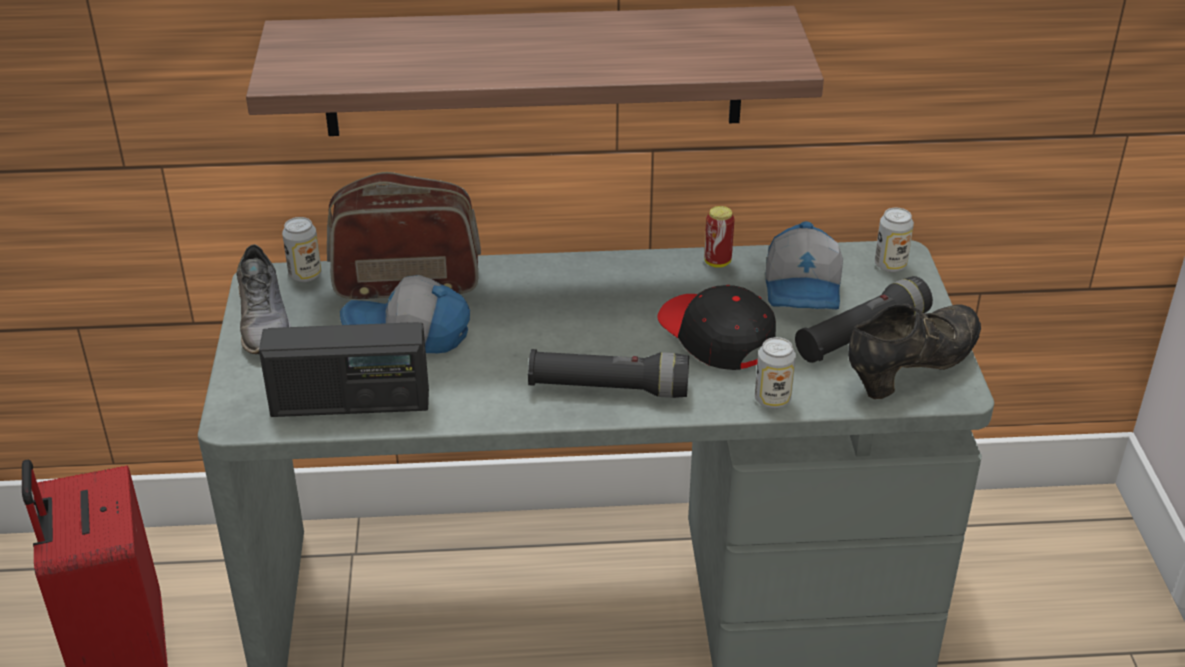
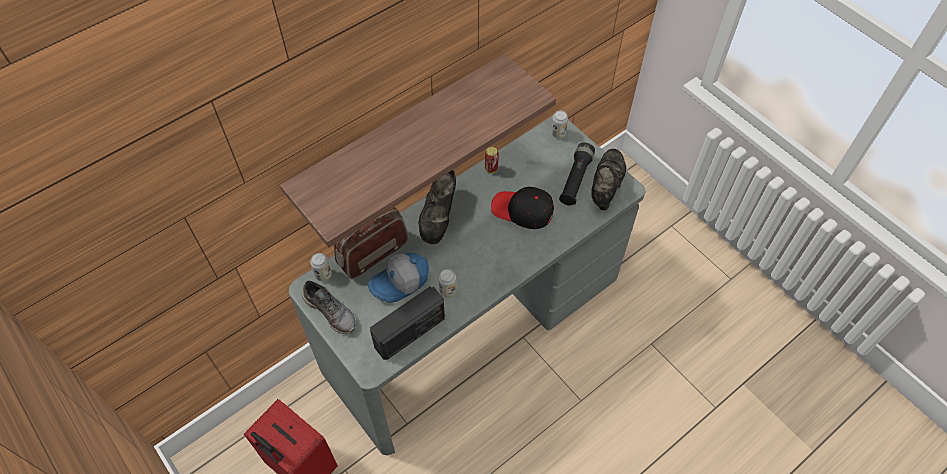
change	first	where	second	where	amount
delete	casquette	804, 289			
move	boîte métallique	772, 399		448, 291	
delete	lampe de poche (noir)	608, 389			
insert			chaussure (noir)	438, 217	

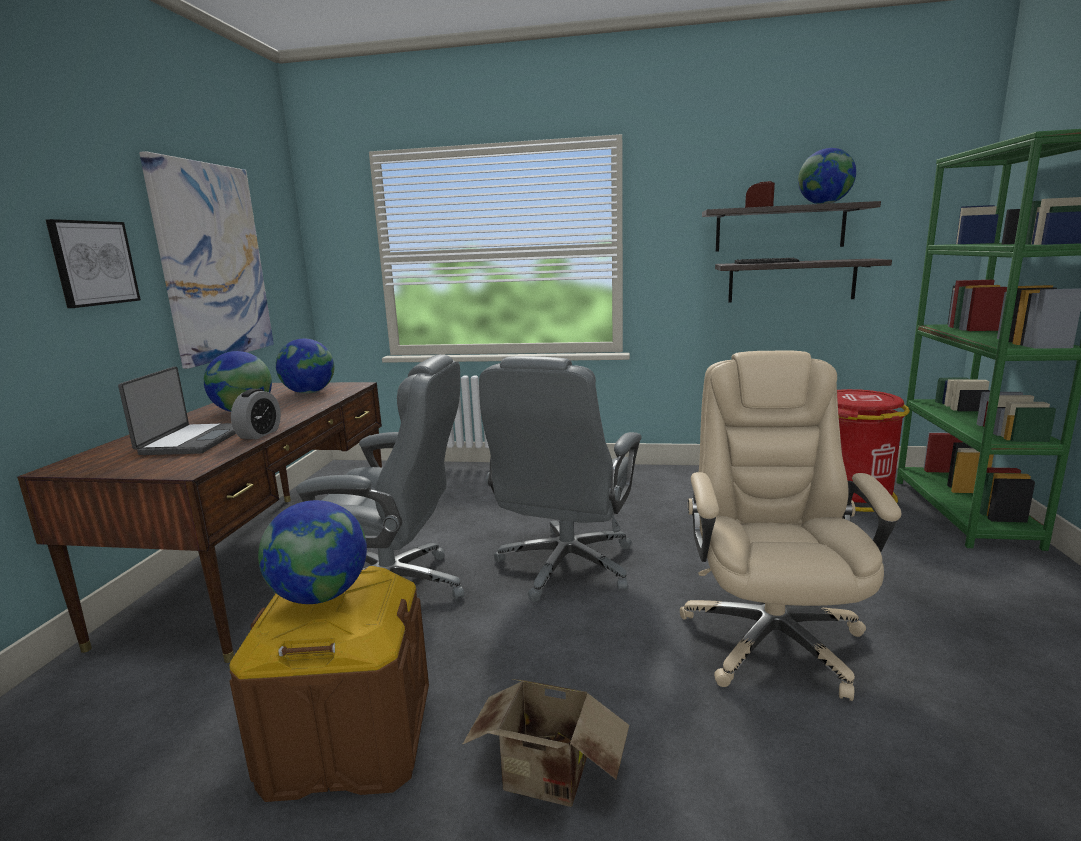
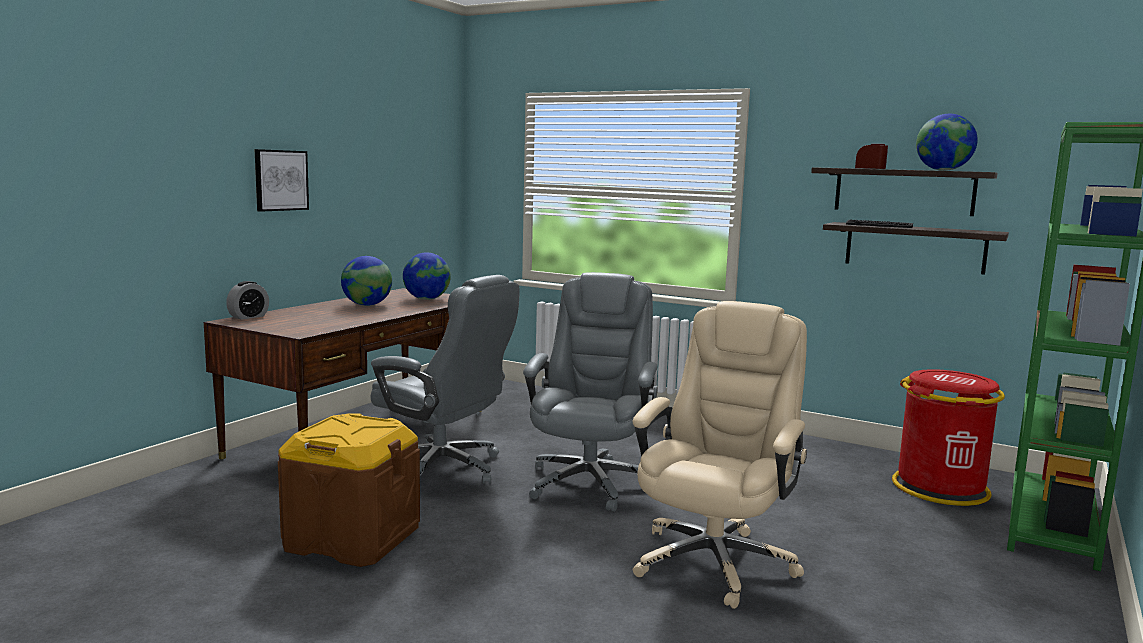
change	first	where	second	where	amount
delete	tableau	213, 262			
rotate	chaise de bureau (gris)	565, 567		590, 482	150 degrees clockwise
delete	ordinateur portable	192, 441			
move	réveil	259, 434		248, 317	
delete	globe	320, 596			
delete	carton	547, 779			

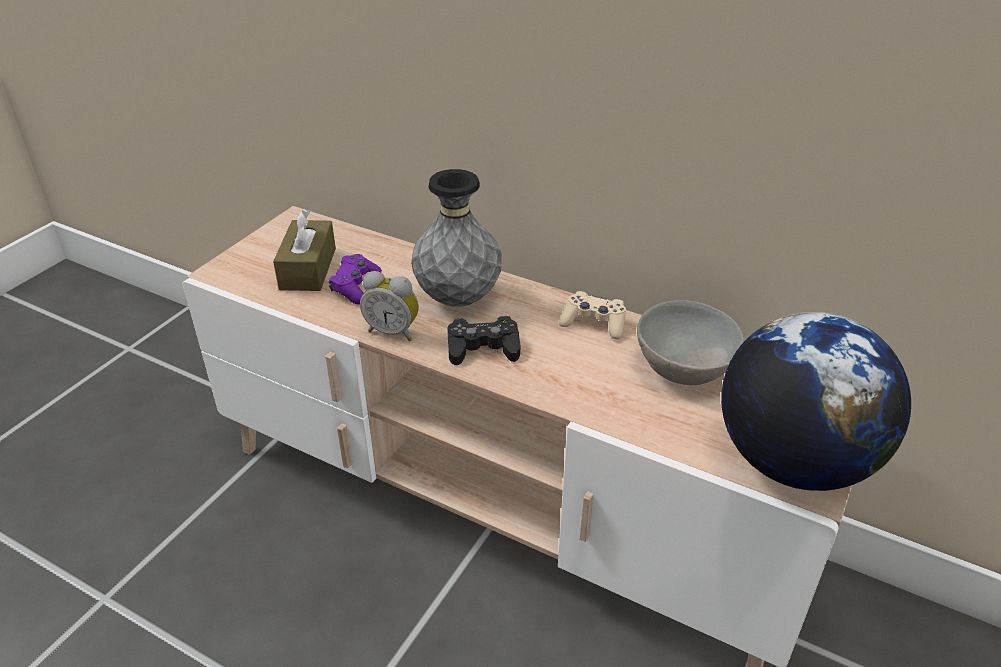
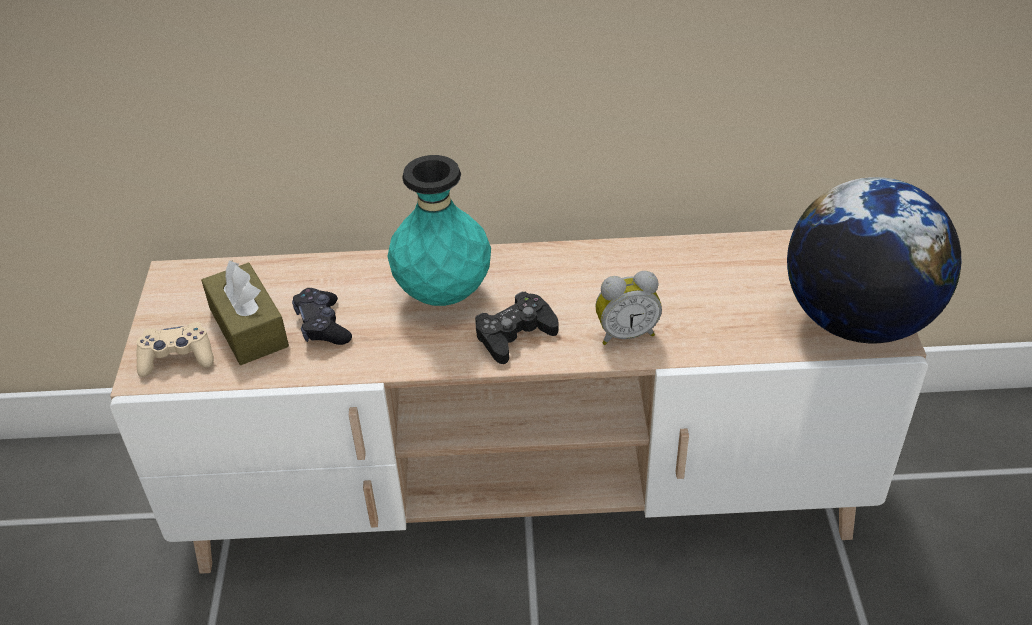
change	first	where	second	where	amount
recolor	vase (gris)	458, 299	vase (turquoise)	443, 295	
recolor	manette (violet)	355, 286	manette (noir)	322, 326	
move	réveil	393, 331		625, 333	
move	manette (beige)	593, 323		177, 358	
delete	bol (gris)	685, 369			

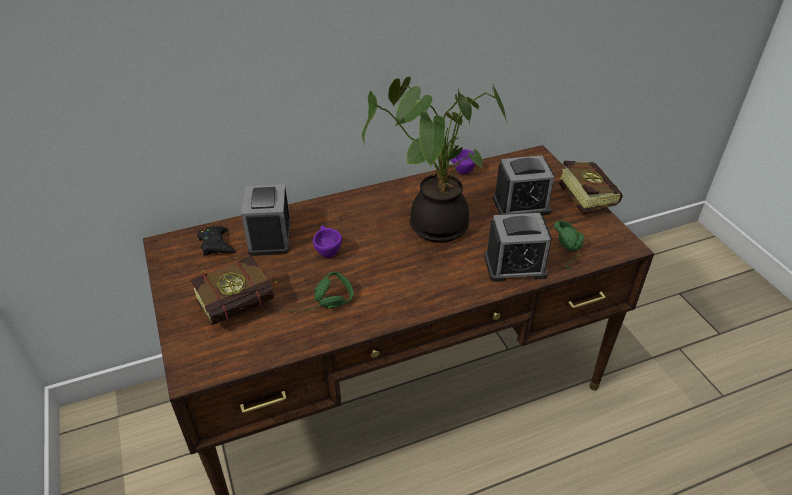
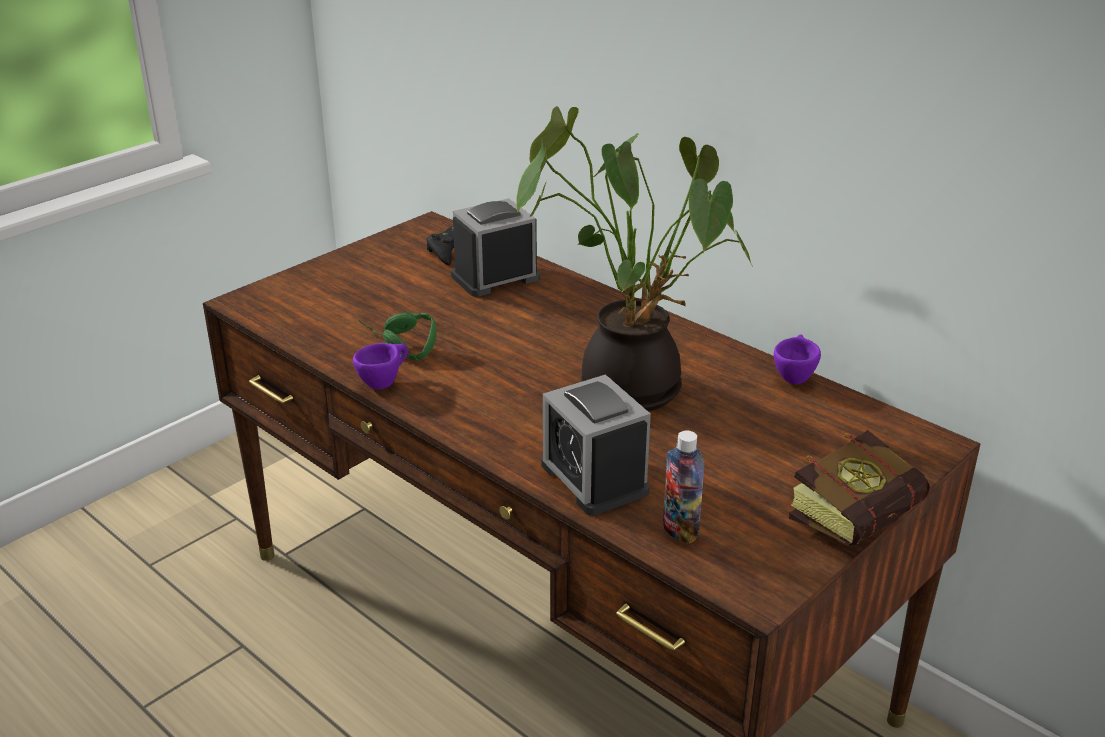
change	first	where	second	where	amount
delete	réveil	521, 205			
replace	casque audio (vert)	571, 252	bouteille	680, 531	
move	tasse (violet)	327, 252		384, 382	
delete	livre	245, 305			

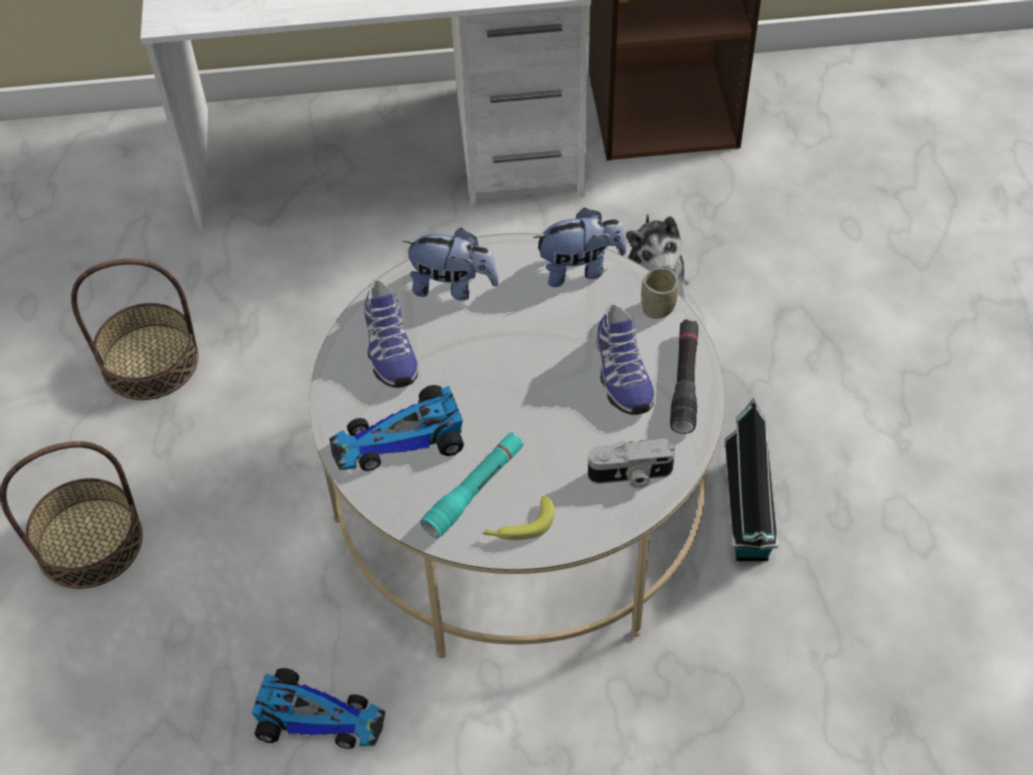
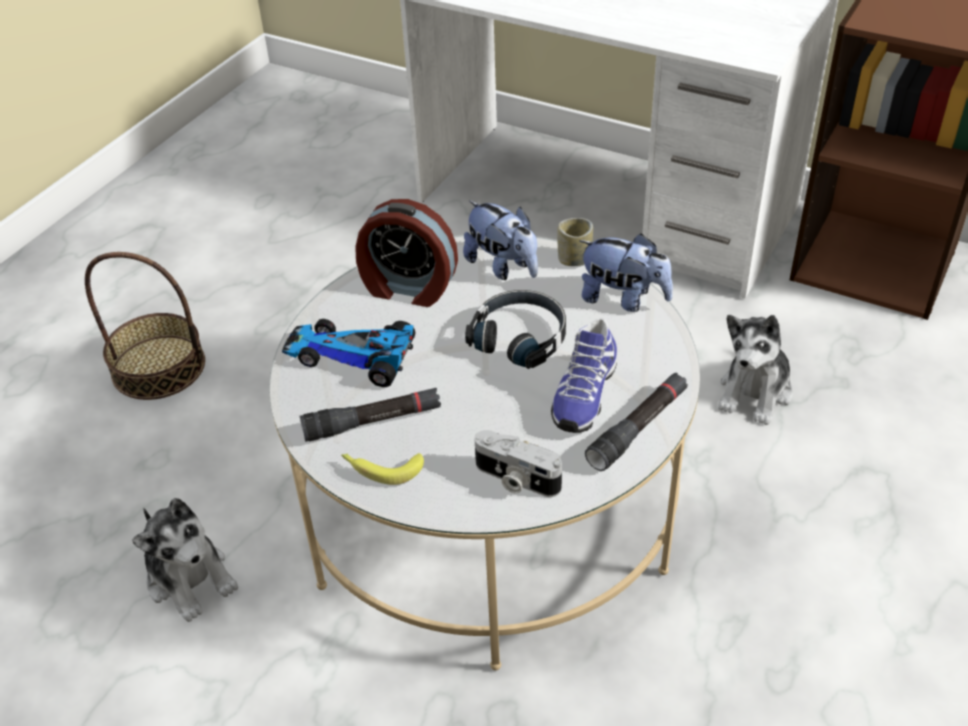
change	first	where	second	where	amount
delete	panier	150, 361			
move	tasse	658, 308		574, 259	
replace	chaussure	388, 349	réveil	408, 288	
delete	maison miniature	747, 514			
recolor	lampe de poche (turquoise)	474, 490	lampe de poche (noir)	372, 422	
replace	petite voiture	317, 717	peluche	190, 578	
insert			casque audio (noir)	520, 337	

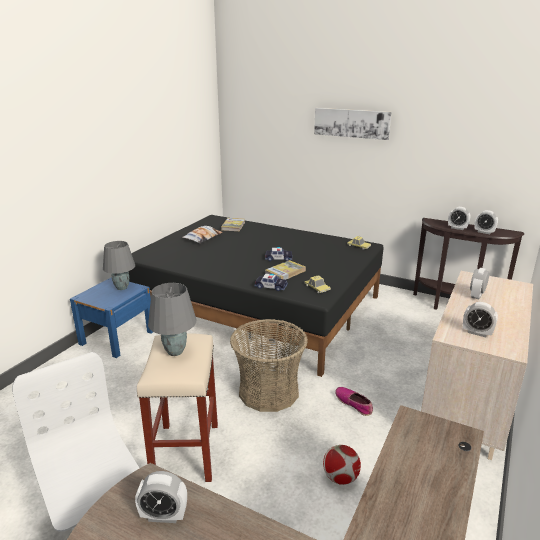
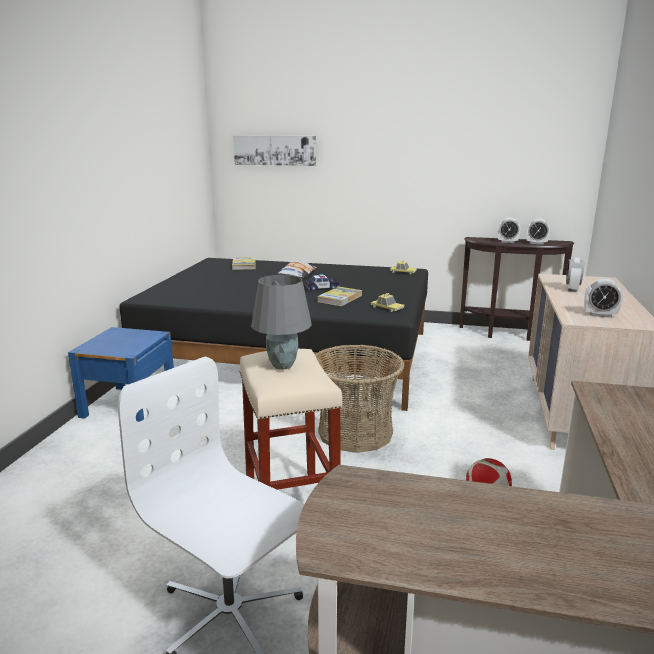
change	first	where	second	where	amount
move	tableau	351, 123		275, 150	
move	coussin	202, 237		297, 274	
delete	lampe de table (gris)	121, 288			
delete	petite voiture	271, 286			
delete	chaussure	353, 404			
delete	réveil	164, 516			

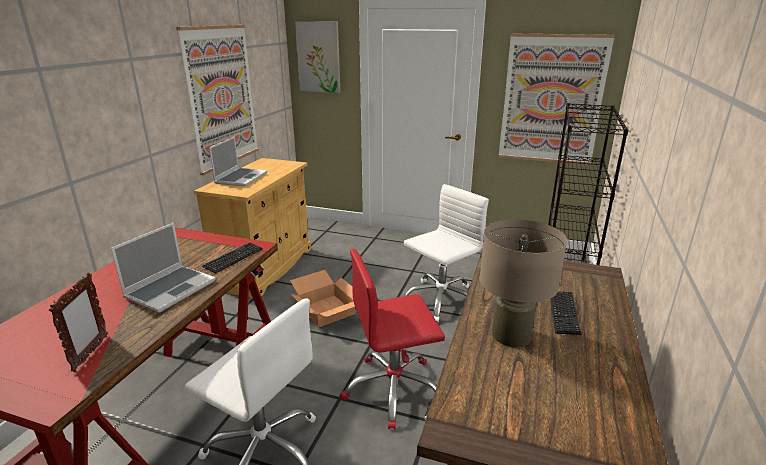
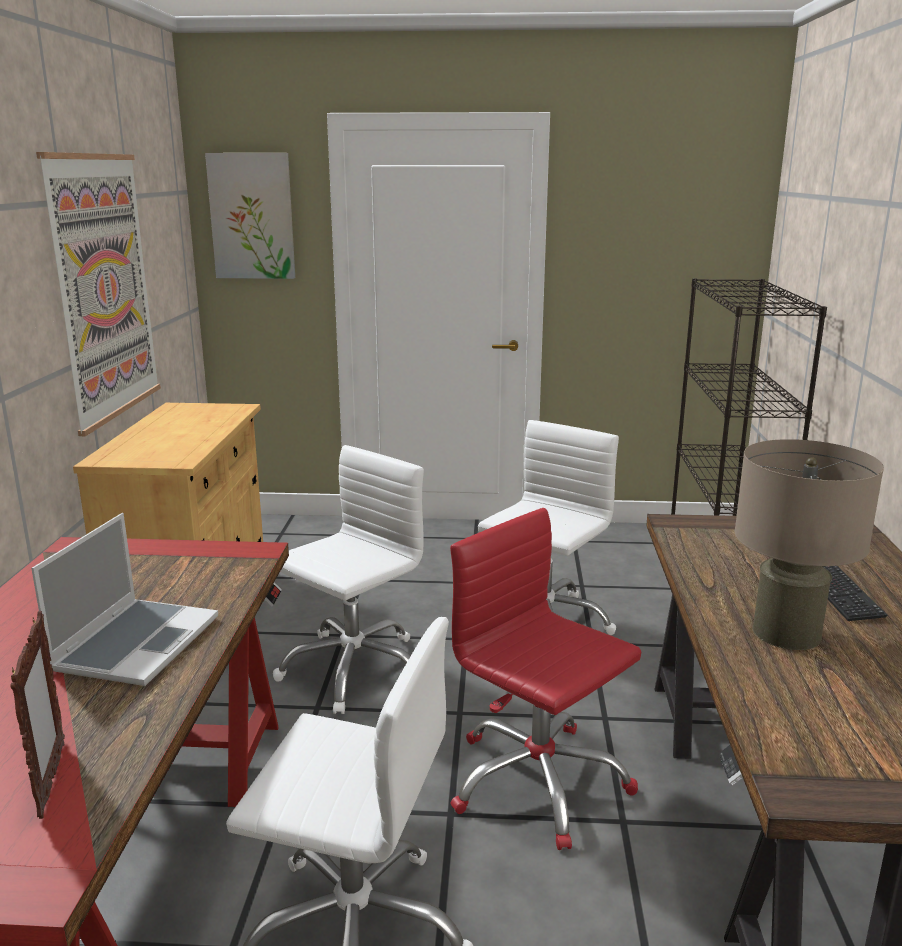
change	first	where	second	where	amount
delete	tableau	551, 100			
delete	ordinateur portable	241, 178			
delete	clavier	233, 258			
rotate	chaise de bureau (rouge)	393, 389		537, 781	75 degrees clockwise
replace	carton	328, 310	chaise de bureau (blanc)	353, 668	

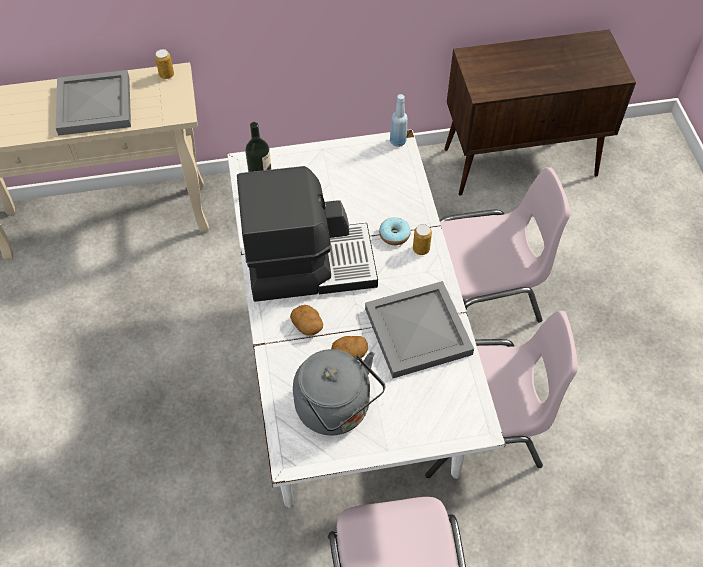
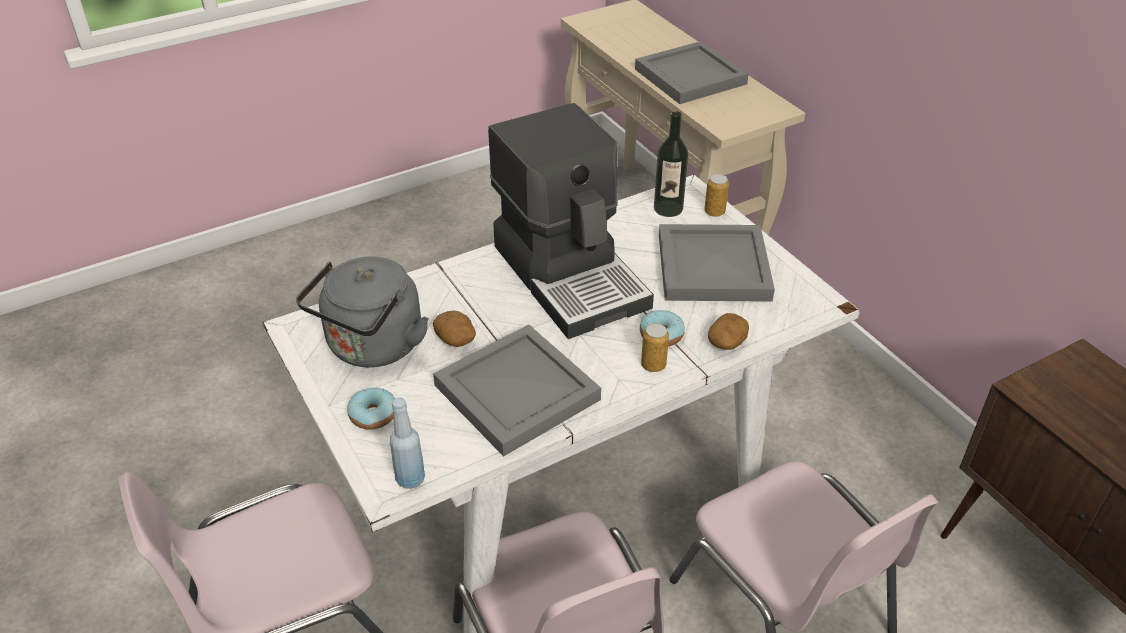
change	first	where	second	where	amount
move	boîte métallique	166, 75		714, 212	
move	bouteille (bleu)	398, 141		410, 479	
move	pomme de terre	307, 325		727, 342	
insert			plateau (gris)	714, 266	
insert			beignet	373, 415	

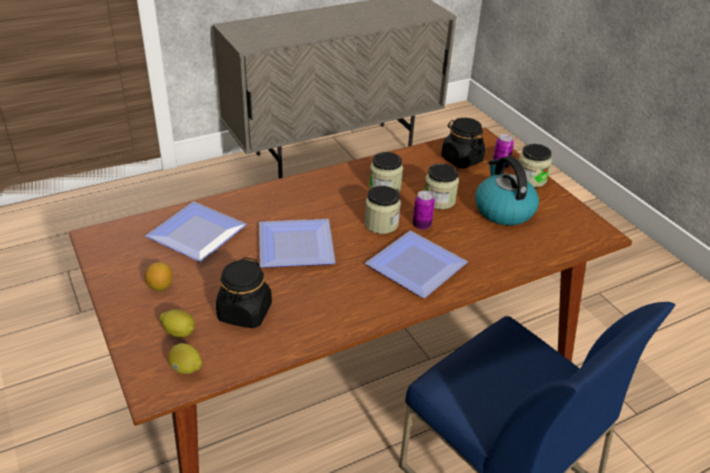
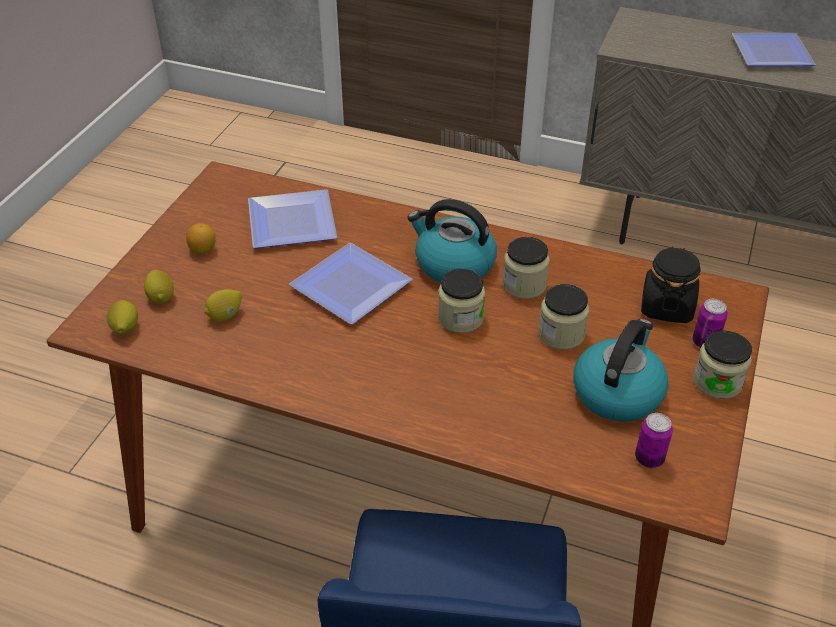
change	first	where	second	where	amount
move	boîte métallique	421, 225		649, 458	
move	assiette	416, 269		769, 54	
replace	bocal (noir)	245, 313	citron	225, 316	
insert			bouilloire	453, 264	

